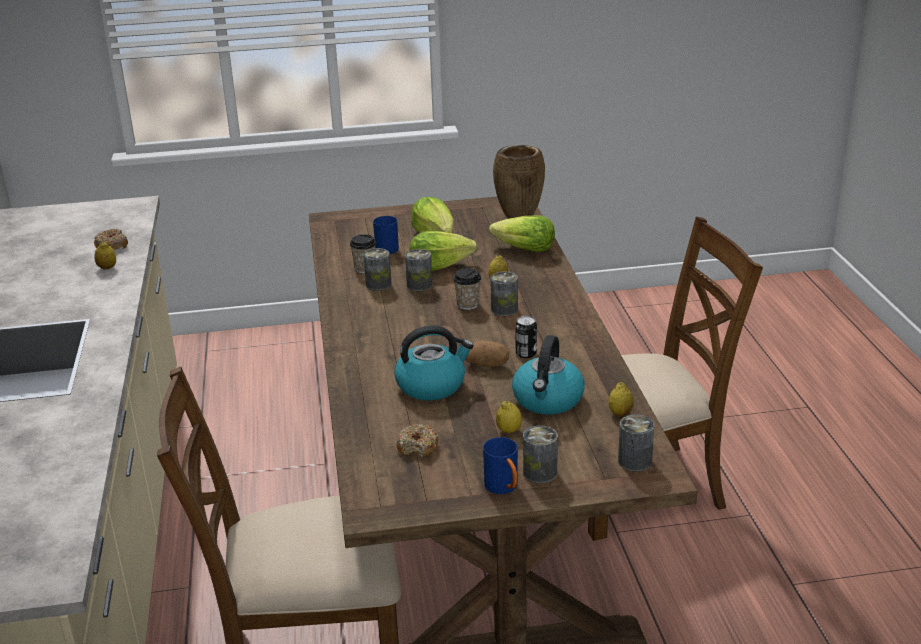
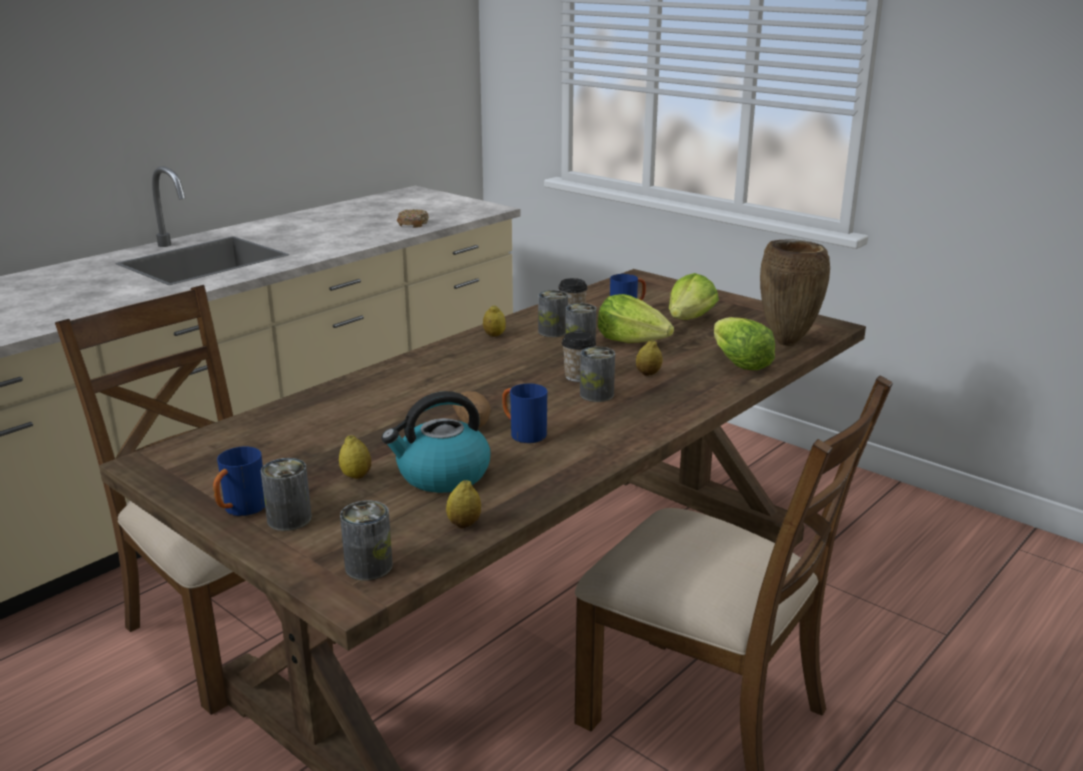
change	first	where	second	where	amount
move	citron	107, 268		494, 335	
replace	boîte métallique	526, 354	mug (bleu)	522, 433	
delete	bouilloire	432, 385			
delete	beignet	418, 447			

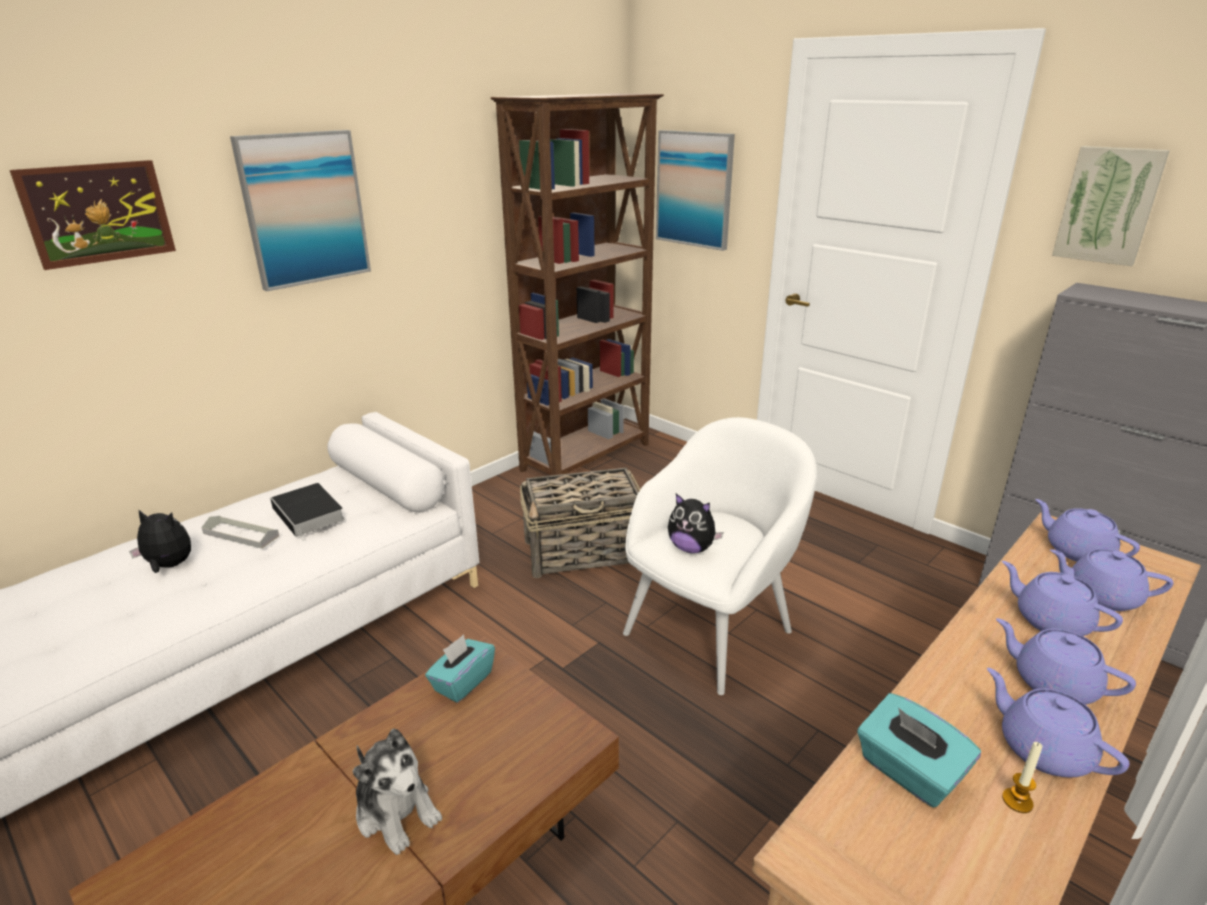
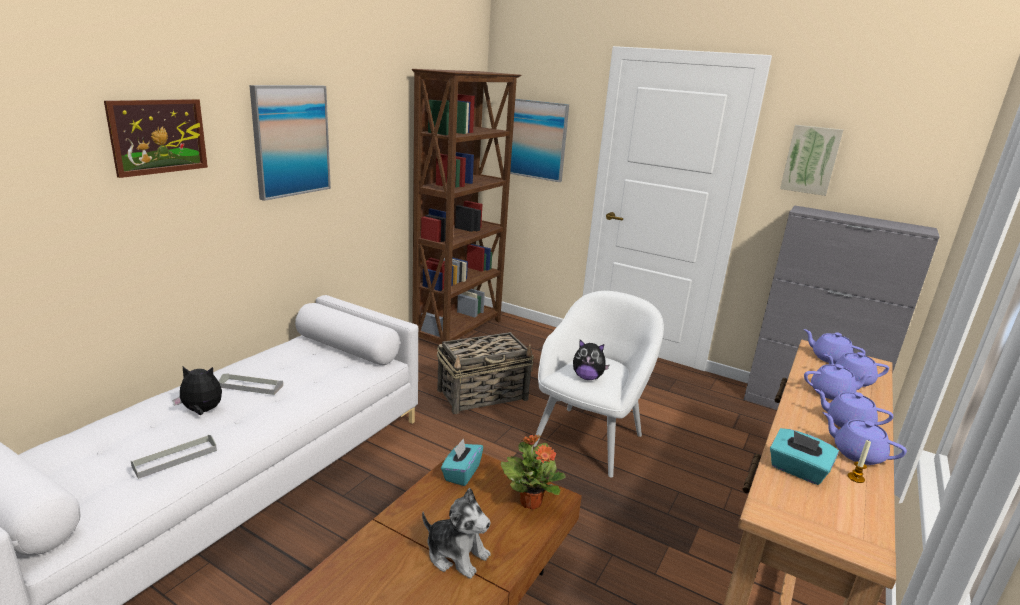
change	first	where	second	where	amount
delete	livre	310, 514			
rotate	théière (violet)	1050, 621		832, 393	150 degrees clockwise
insert			plante en pot	530, 501	
insert			plateau (gris)	175, 458	

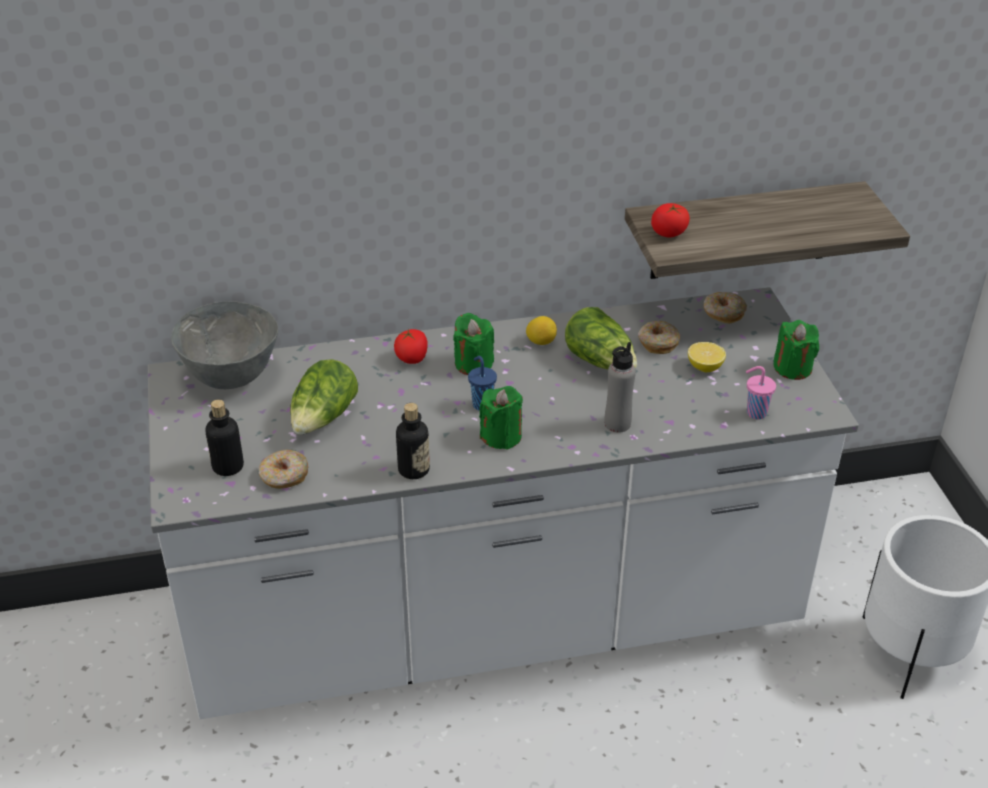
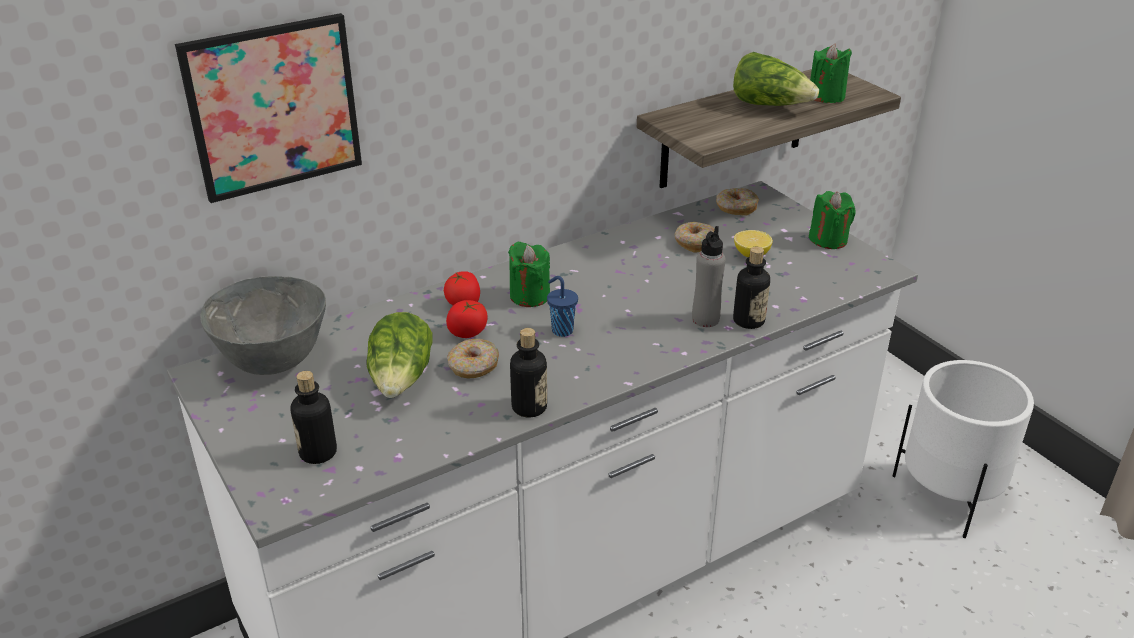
change	first	where	second	where	amount
move	tomate	669, 233		468, 332	
move	laitue	601, 361		770, 105	
delete	citron	541, 342			
delete	tasse (rose)	755, 413			
move	bougie (vert)	501, 436		826, 96	
move	beignet	284, 476		473, 366	
insert			tableau	273, 107	
insert			bouteille	748, 321	

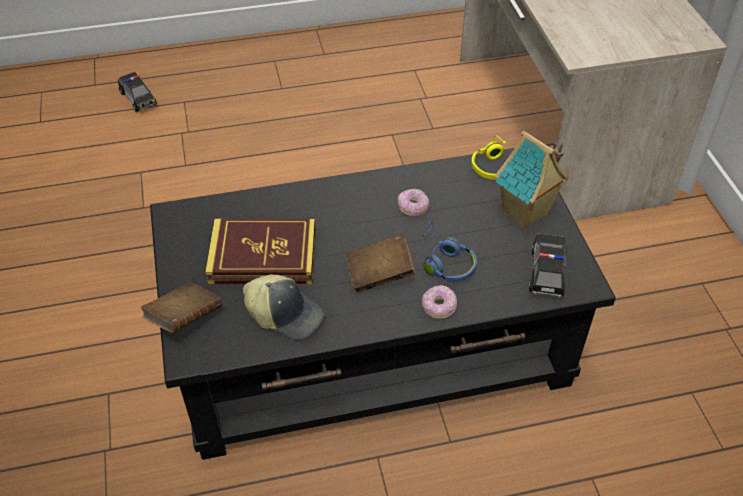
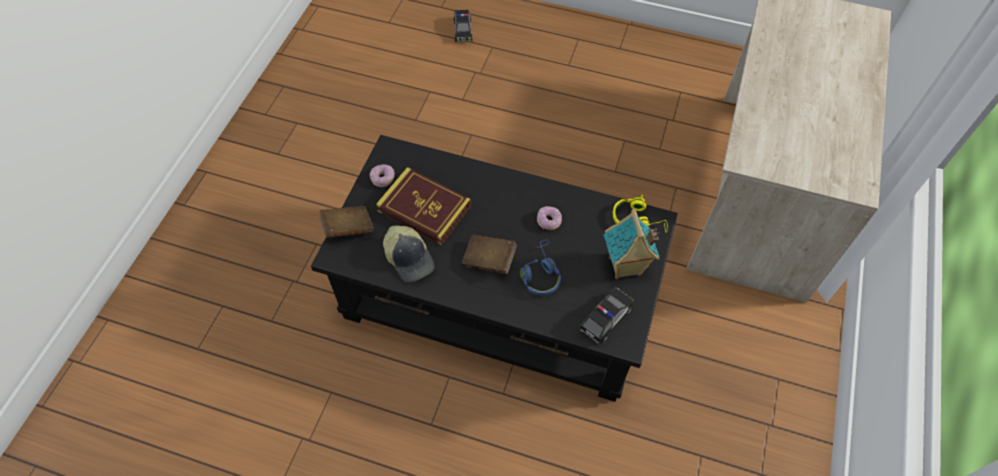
change	first	where	second	where	amount
move	beignet	438, 307		382, 179	

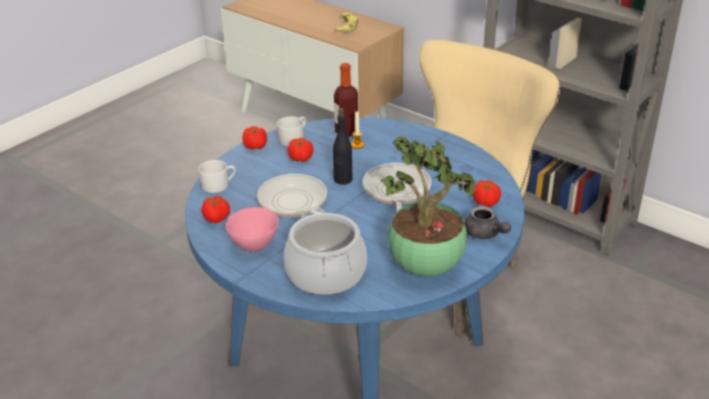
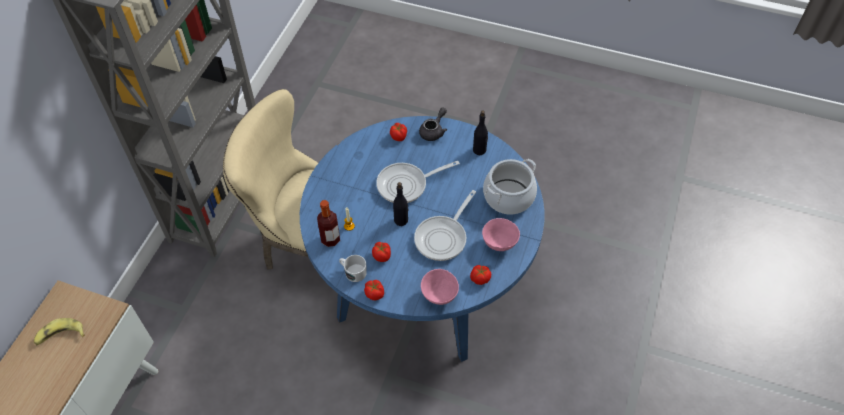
change	first	where	second	where	amount
replace	plante en pot	428, 268	bouteille (noir)	479, 150	
replace	mug (blanc)	219, 185	bol (rose)	438, 296	

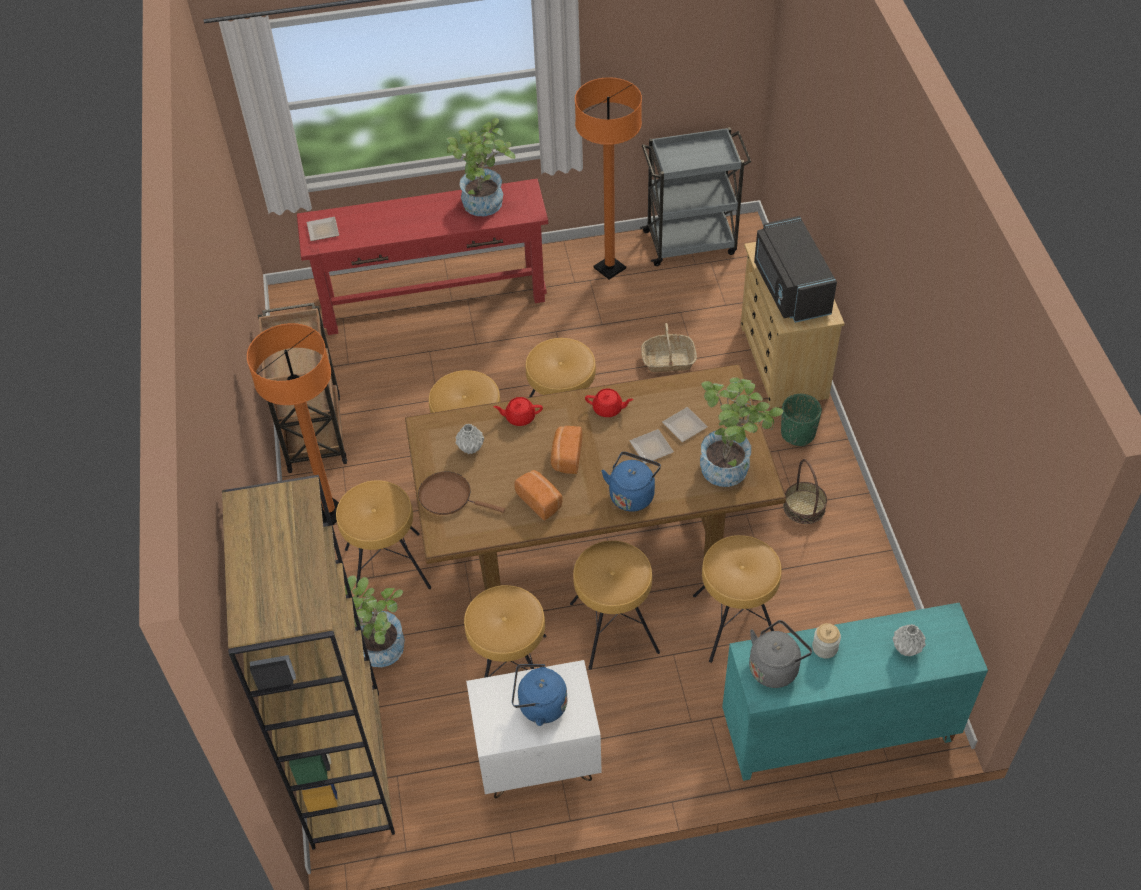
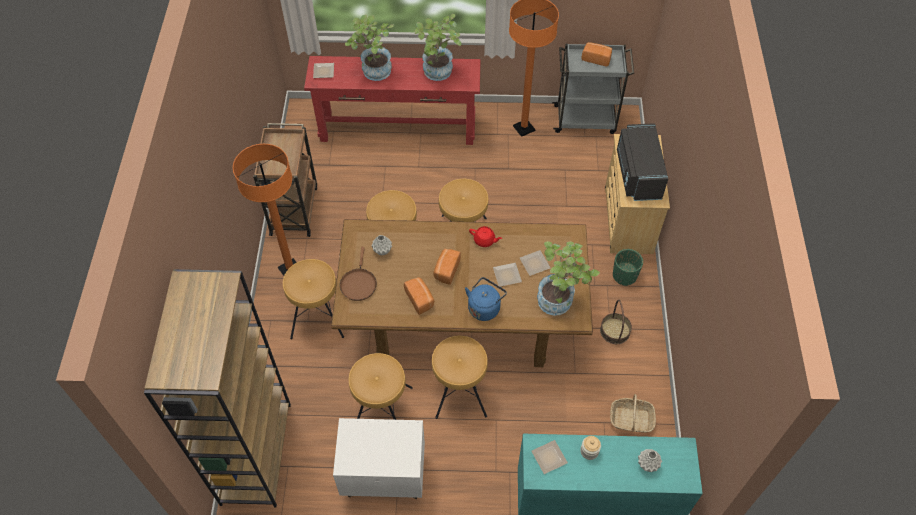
change	first	where	second	where	amount
move	panier	668, 360		631, 419	
delete	théière (rouge)	519, 417			
rotate	poêle (marron)	449, 497		358, 283	120 degrees counterclockwise
delete	tabouret (marron)	735, 623			
move	plante en pot	377, 653		373, 73	
replace	bouilloire (gris)	775, 667	assiette	550, 458	
delete	bouilloire (bleu)	539, 706			
insert			pain	596, 58	

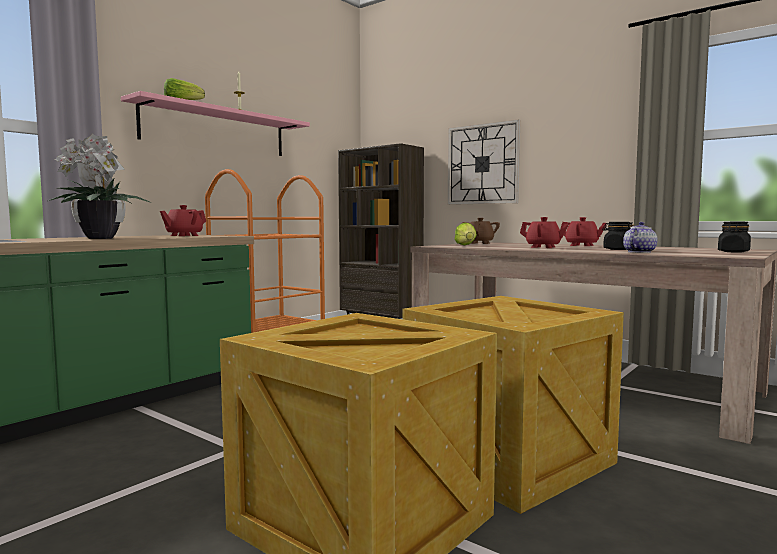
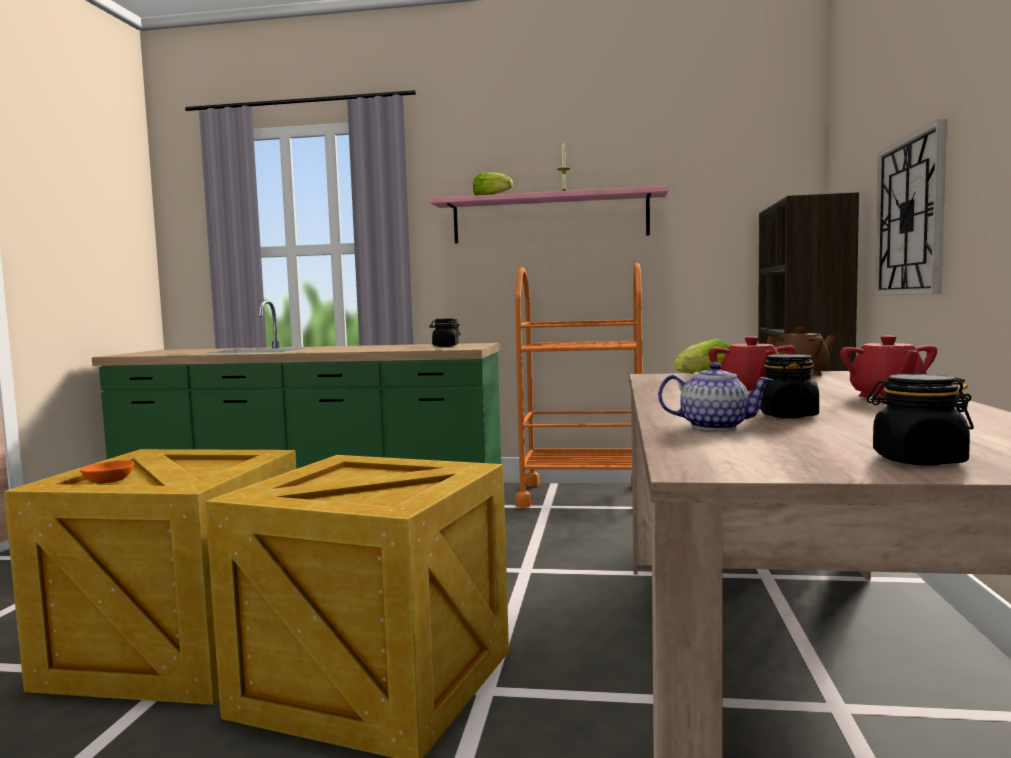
change	first	where	second	where	amount
delete	plante en pot	100, 238			
replace	théière (rouge)	184, 235	bocal (noir)	445, 346	
insert			bol (orange)	107, 480	

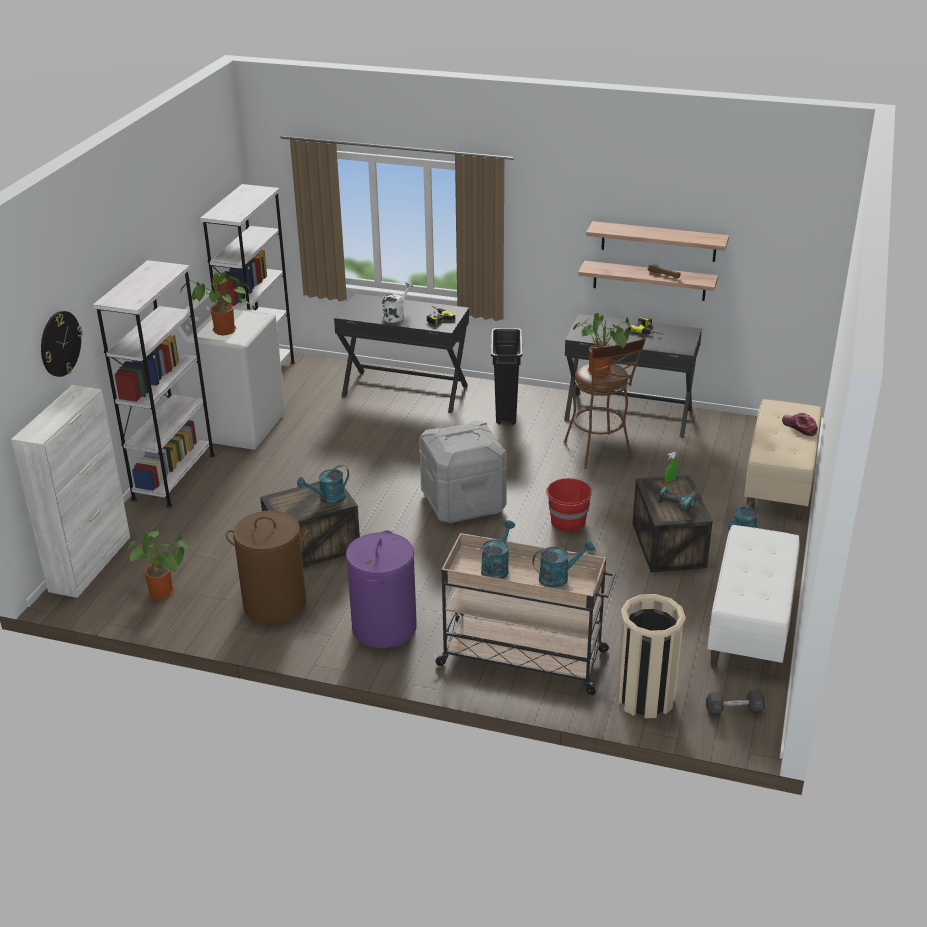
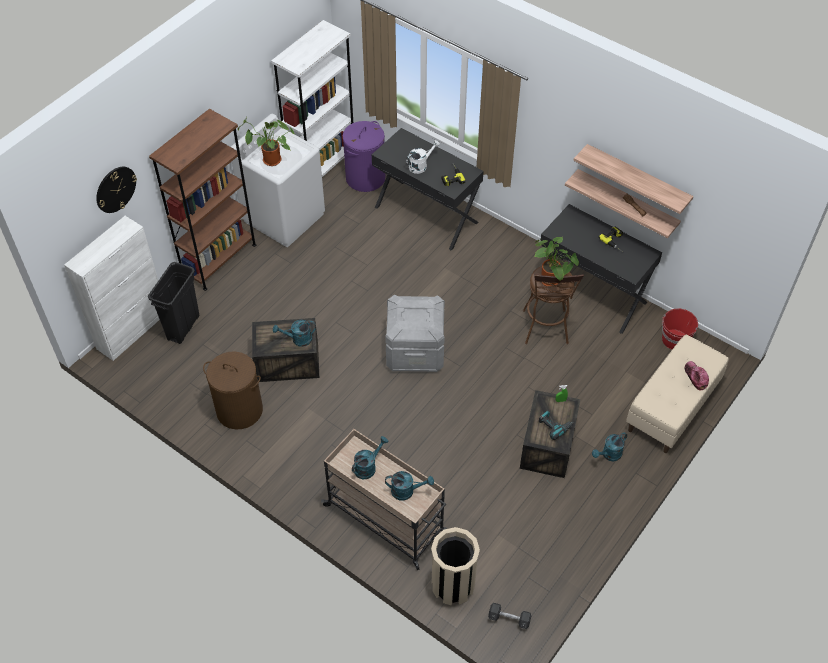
change	first	where	second	where	amount
recolor	bibliothèque (blanc)	174, 477	bibliothèque (marron)	219, 259	
move	poubelle (noir)	505, 413		183, 327	
move	seau (rouge)	568, 522		675, 340	
delete	banc (blanc)	750, 626			
move	panier à linge (violet)	384, 627		365, 178	
delete	plante en pot	164, 592			

